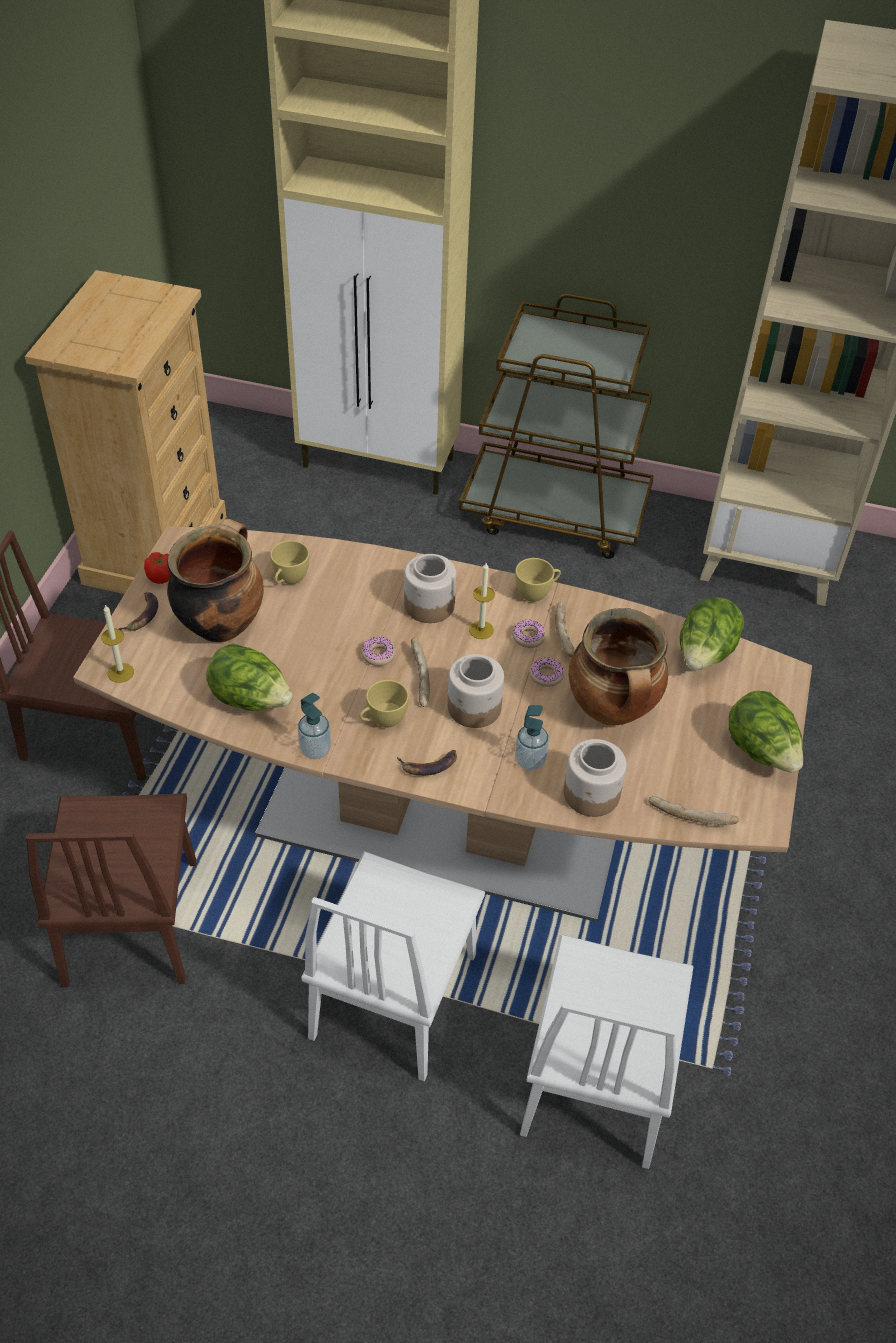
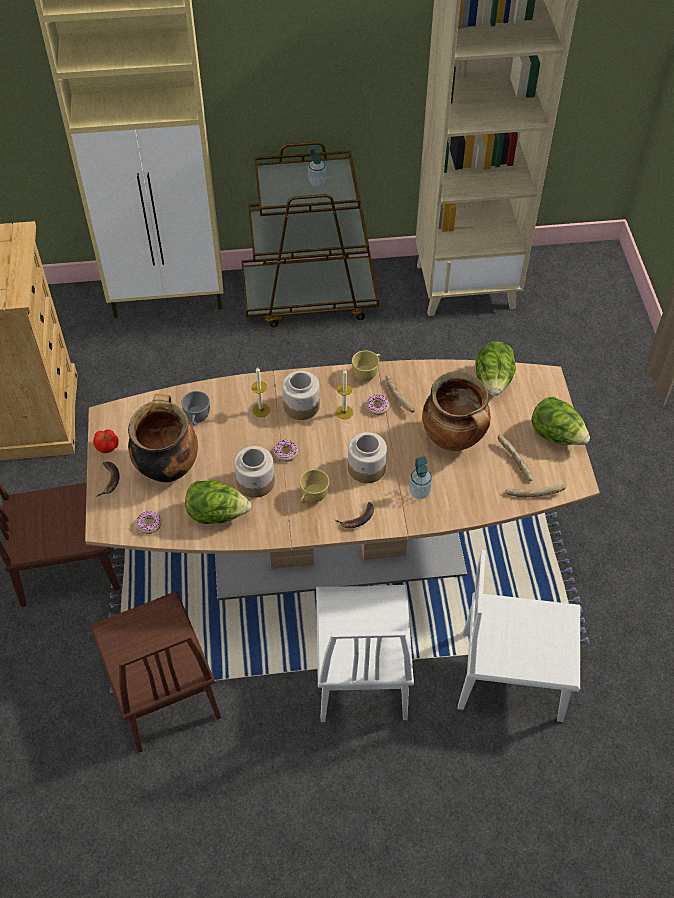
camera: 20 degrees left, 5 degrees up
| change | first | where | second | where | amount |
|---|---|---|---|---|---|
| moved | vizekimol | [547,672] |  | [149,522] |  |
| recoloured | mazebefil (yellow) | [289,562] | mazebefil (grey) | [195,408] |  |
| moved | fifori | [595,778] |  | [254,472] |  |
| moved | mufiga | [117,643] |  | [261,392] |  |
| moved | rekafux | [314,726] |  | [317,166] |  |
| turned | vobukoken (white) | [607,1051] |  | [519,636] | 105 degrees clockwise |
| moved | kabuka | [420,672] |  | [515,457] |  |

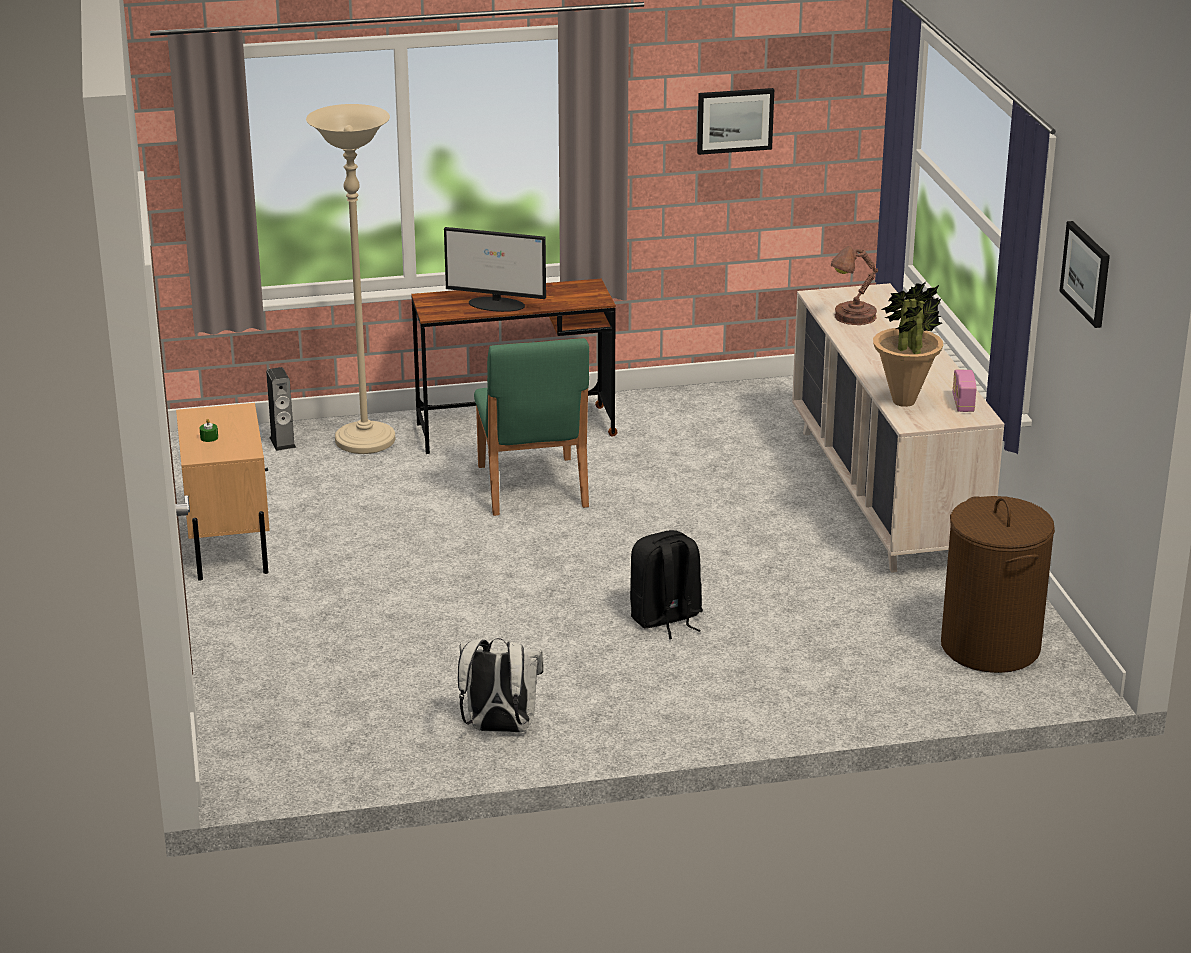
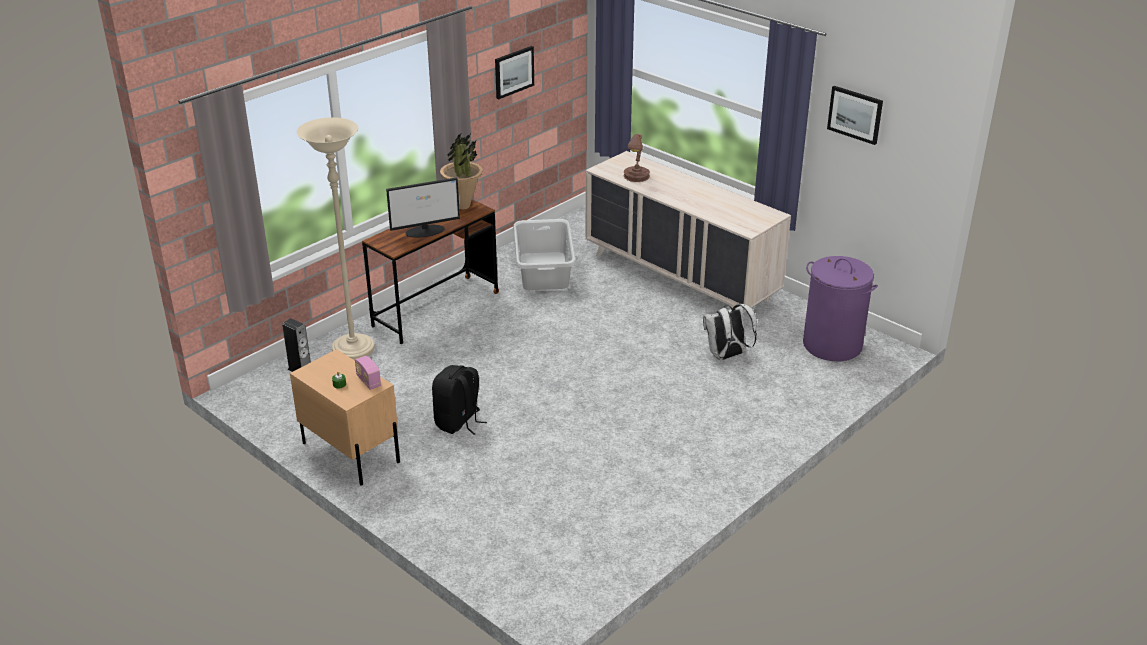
camera: 35 degrees left, 5 degrees up
| change | first | where | second | where | amount |
|---|---|---|---|---|---|
| moved | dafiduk | [965,391] |  | [368,373] |  |
| moved | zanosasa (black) | [666,584] |  | [459,400] |  |
| moved | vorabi | [908,344] |  | [461,170] |  |
| added |  |  | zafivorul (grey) | [544,254] |  |
| moved | zanosasa (white) | [500,685] |  | [730,332] |  |
| recoloured | zafivorul (brown) | [998,584] | zafivorul (purple) | [840,308] |  |
| removed | vobukoken (green) | [531,427] |  |  |  |

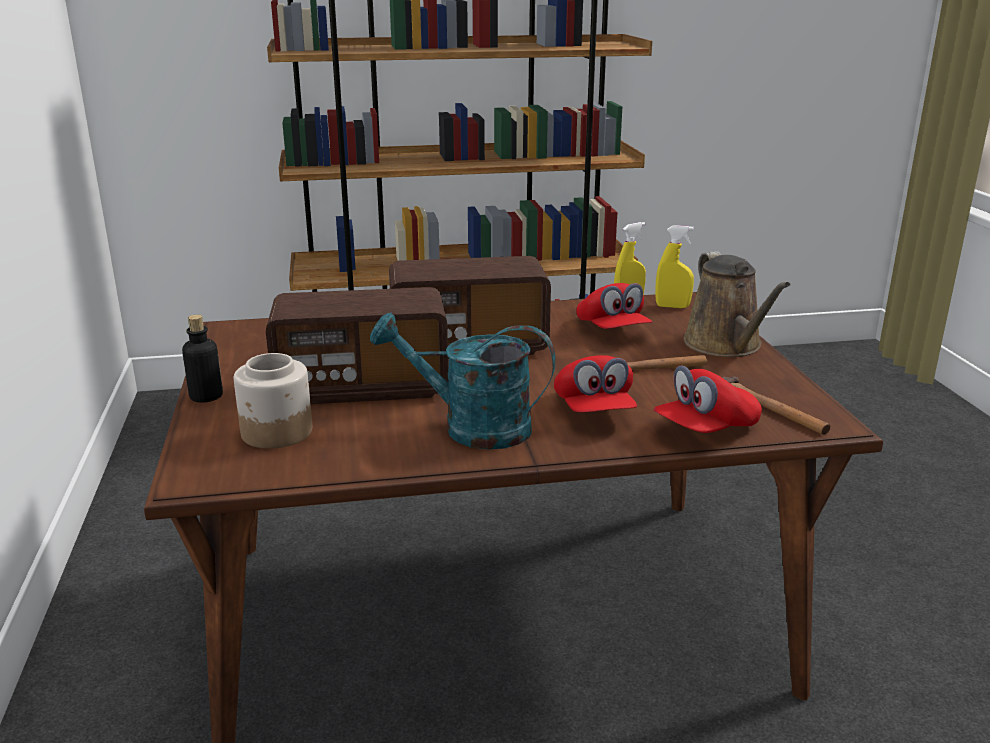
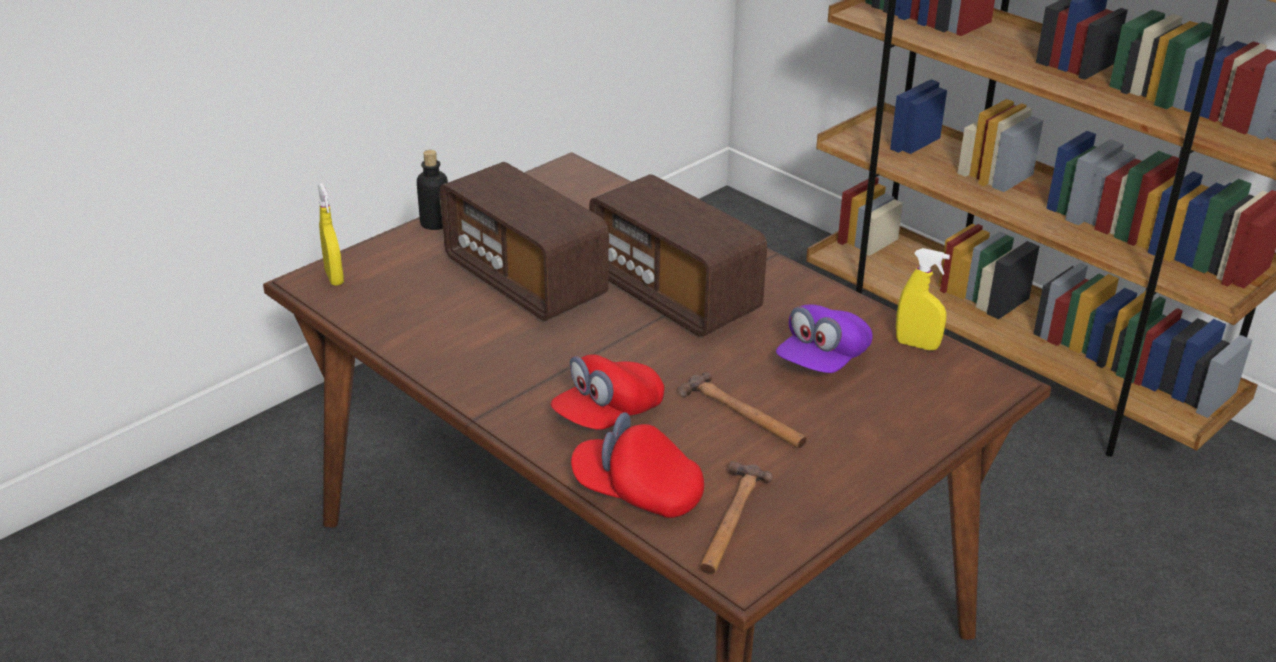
camera: 55 degrees right, 10 degrees up
| change | first | where | second | where | amount |
|---|---|---|---|---|---|
| moved | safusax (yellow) | [674,266] |  | [330,234] |  |
| recoloured | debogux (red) | [614,306] | debogux (purple) | [824,338] |  |
| removed | fifori | [273,401] |  |  |  |
| removed | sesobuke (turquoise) | [463,381] |  |  |  |
| removed | sesobuke (brown) | [737,304] |  |  |  |

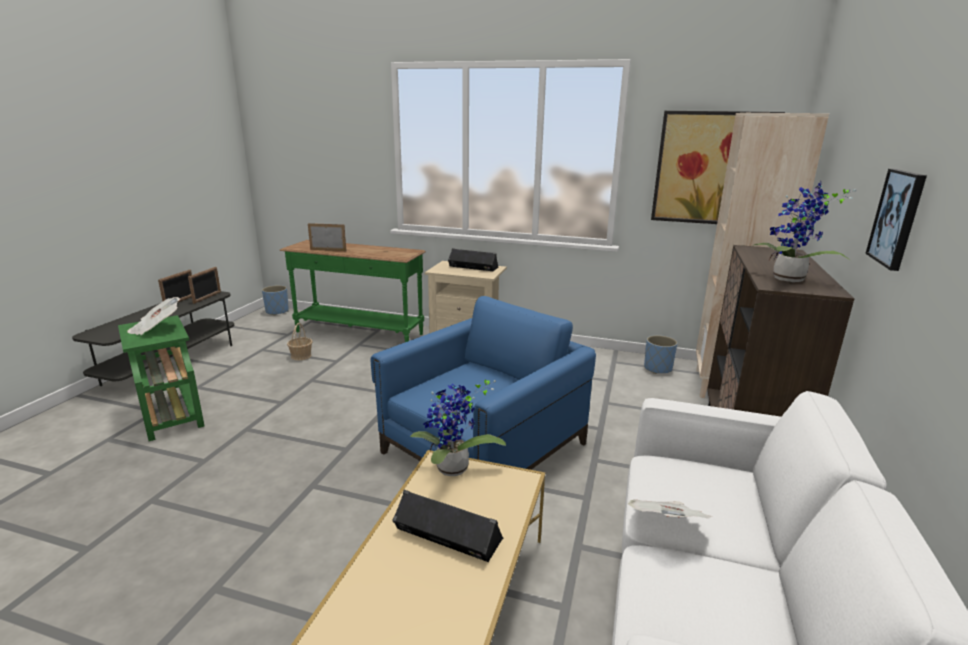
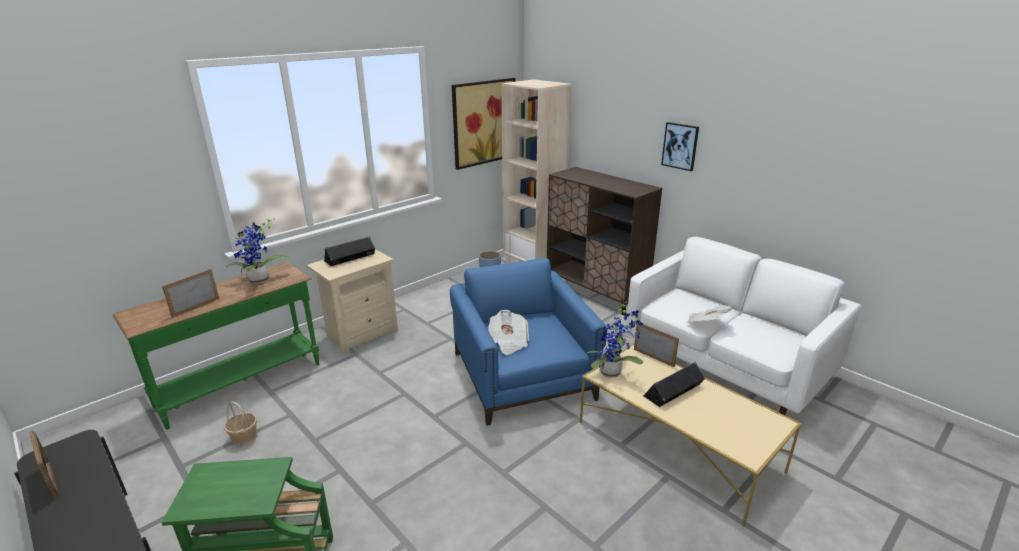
camera: 60 degrees left, 5 degrees up
| change | first | where | second | where | amount |
|---|---|---|---|---|---|
| moved | vorabi | [804,232] |  | [258,251] |  |
| moved | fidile | [153,316] |  | [508,332] |  |
| moved | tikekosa | [204,285] |  | [656,345] |  |
| removed | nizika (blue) | [275,300] |  |  |  |

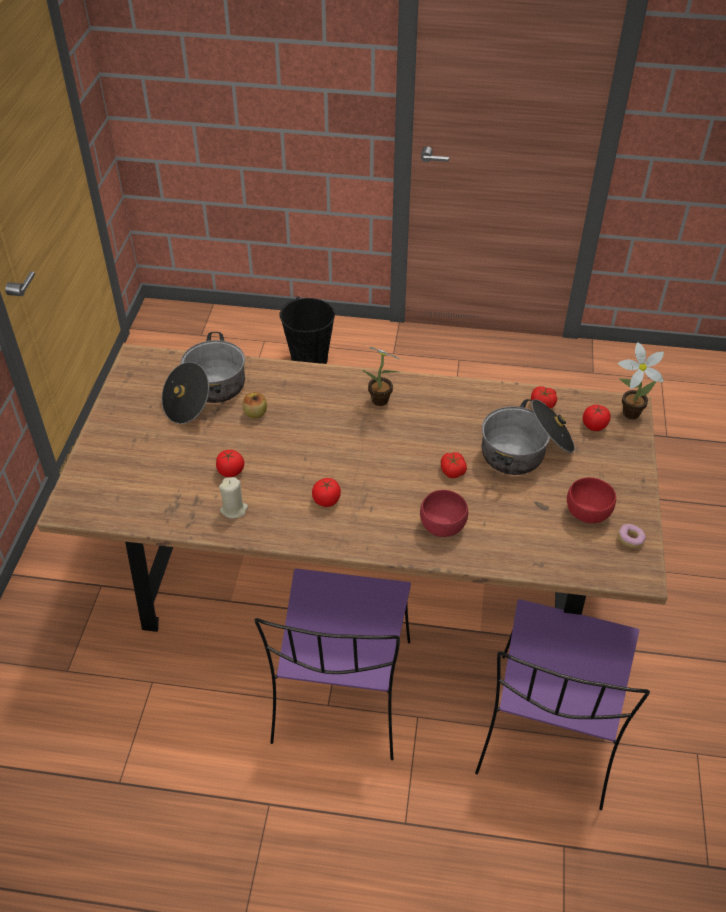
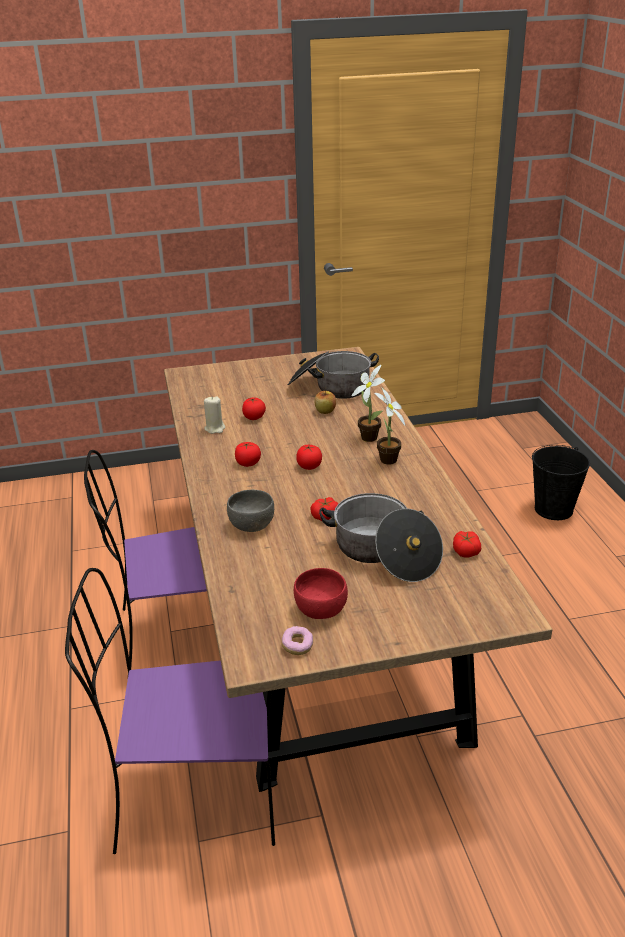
camera: 70 degrees right, 15 degrees down
| change | first | where | second | where | amount |
|---|---|---|---|---|---|
| recoloured | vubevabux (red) | [444,513] | vubevabux (grey) | [250,511] |  |
| moved | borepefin | [597,418] |  | [309,457] |  |
| moved | vorabi | [641,380] |  | [368,403] |  |

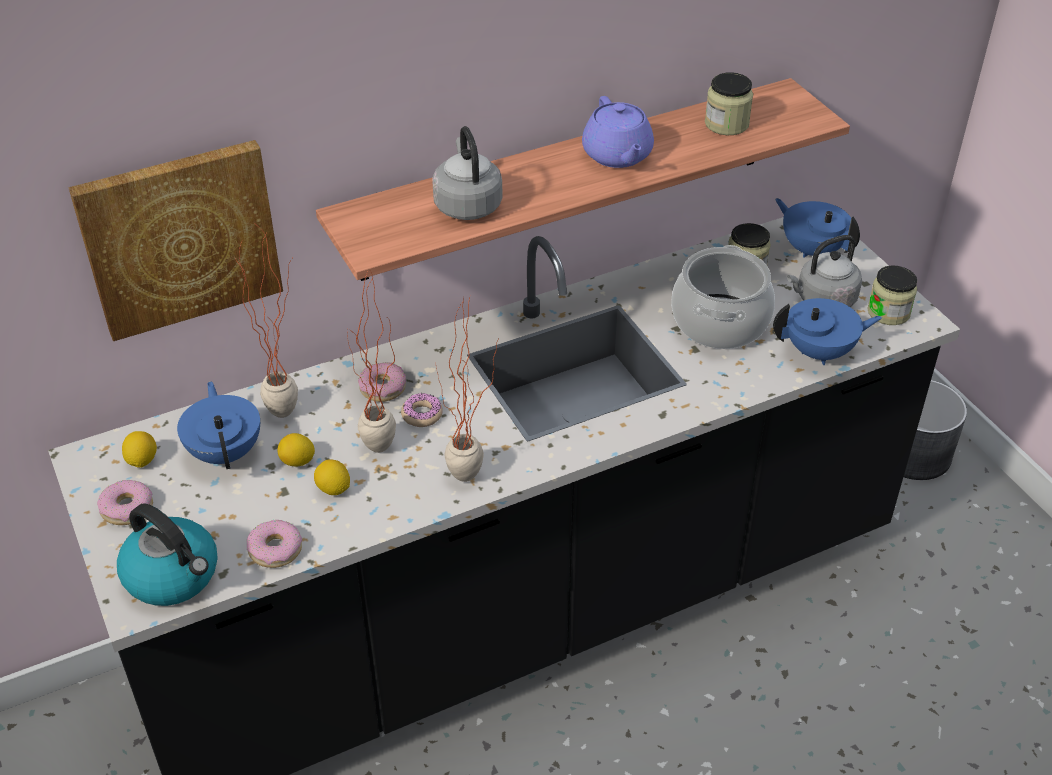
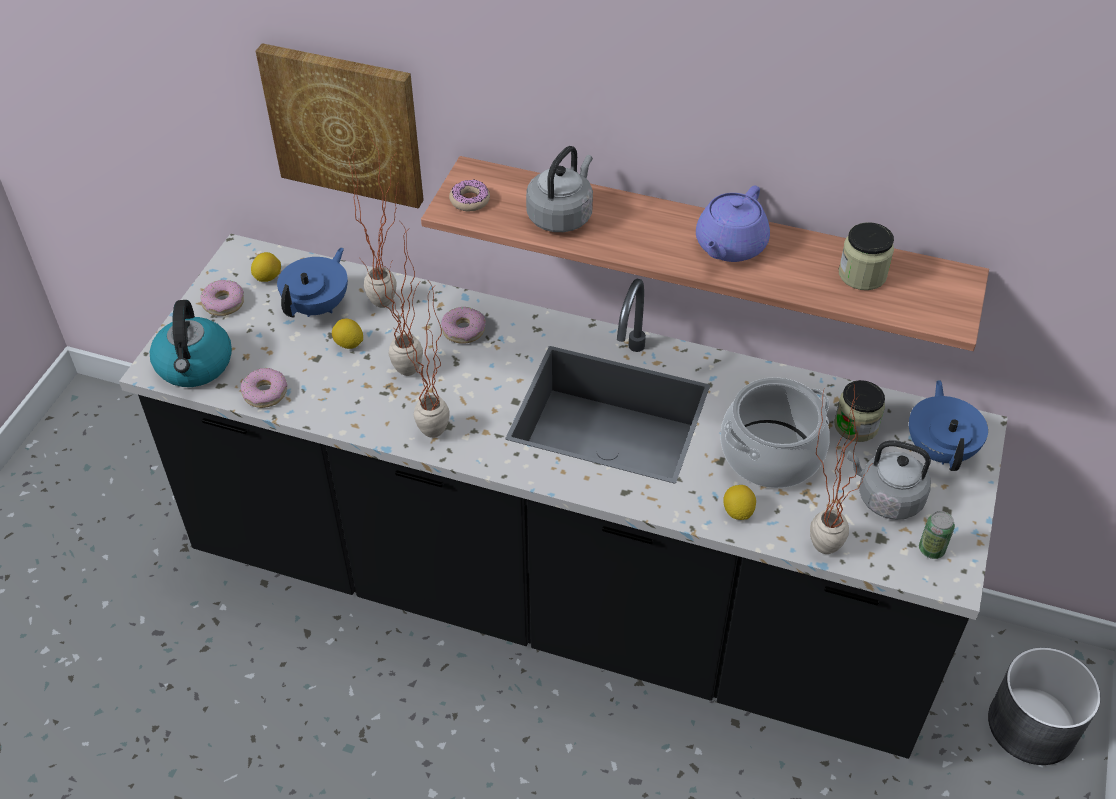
camera: 45 degrees right, 5 degrees up
| change | first | where | second | where | amount |
|---|---|---|---|---|---|
| moved | vizekimol | [422,410] |  | [469,195] |  |
| moved | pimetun | [332,477] |  | [739,502] |  |
| replaced | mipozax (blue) | [827,331] | vorabi | [840,469] |  |
| replaced | fifori | [892,295] | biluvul | [937,535] |  |

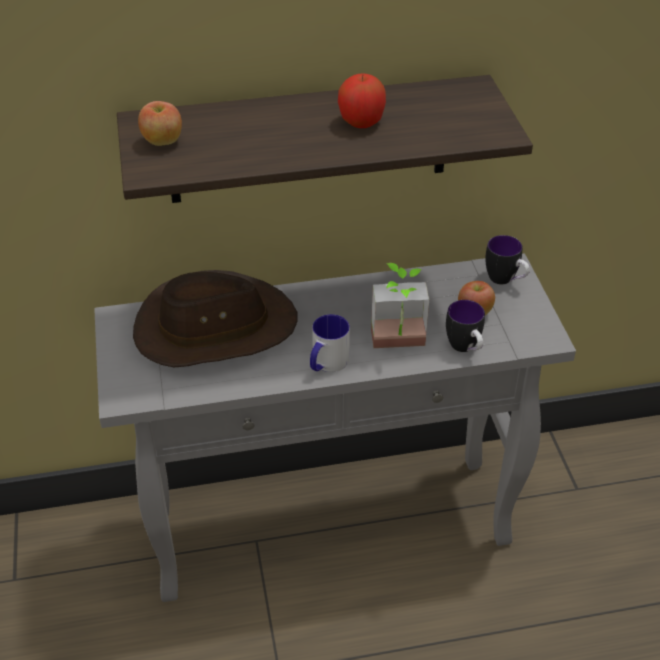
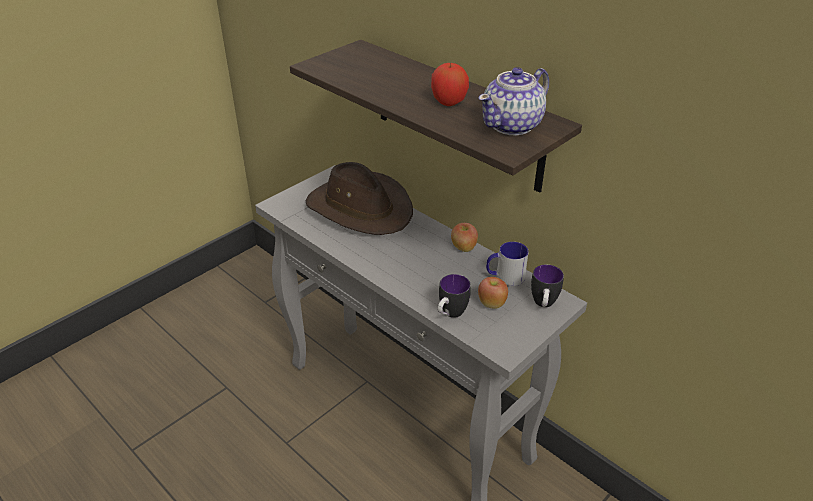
camera: 55 degrees right, 5 degrees down
| change | first | where | second | where | amount |
|---|---|---|---|---|---|
| moved | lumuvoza | [160,123] |  | [464,237] |  |
| added |  |  | mipozax | [514,101] |  |
| moved | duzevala | [330,343] |  | [507,264] |  |
| removed | vorabi | [400,305] |  |  |  |

